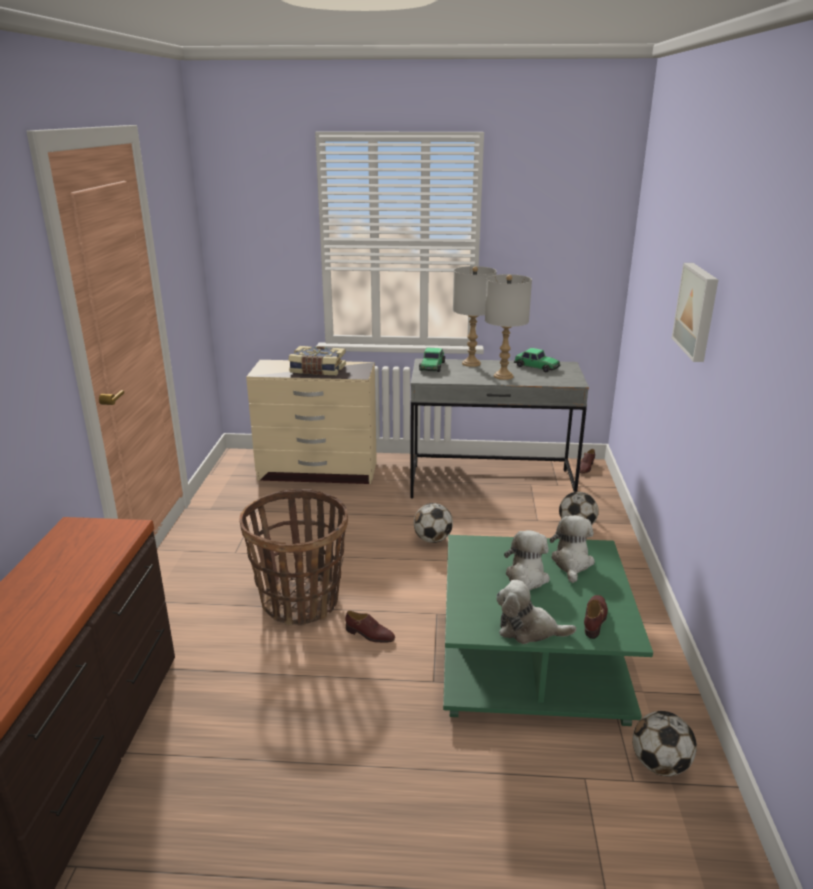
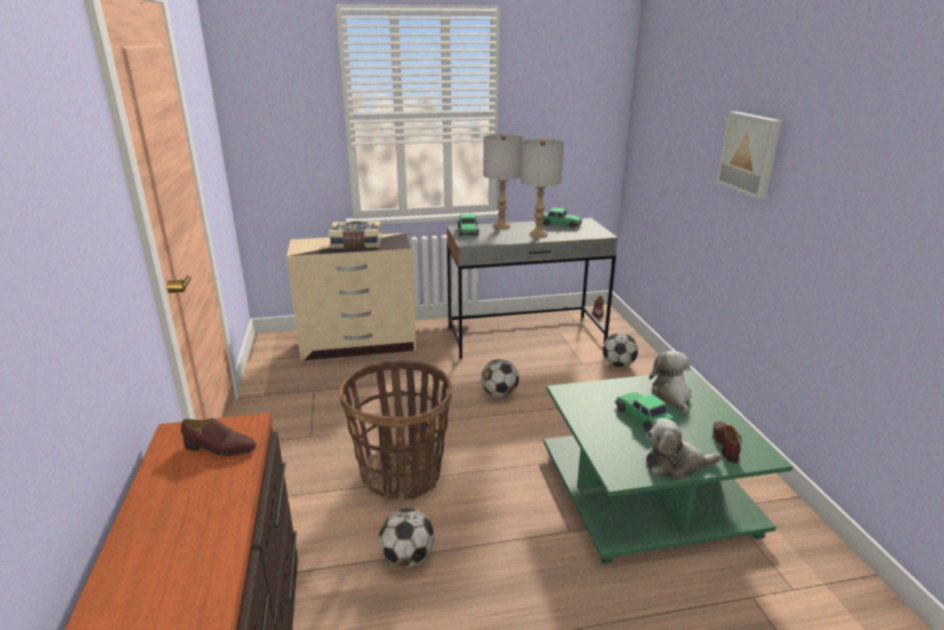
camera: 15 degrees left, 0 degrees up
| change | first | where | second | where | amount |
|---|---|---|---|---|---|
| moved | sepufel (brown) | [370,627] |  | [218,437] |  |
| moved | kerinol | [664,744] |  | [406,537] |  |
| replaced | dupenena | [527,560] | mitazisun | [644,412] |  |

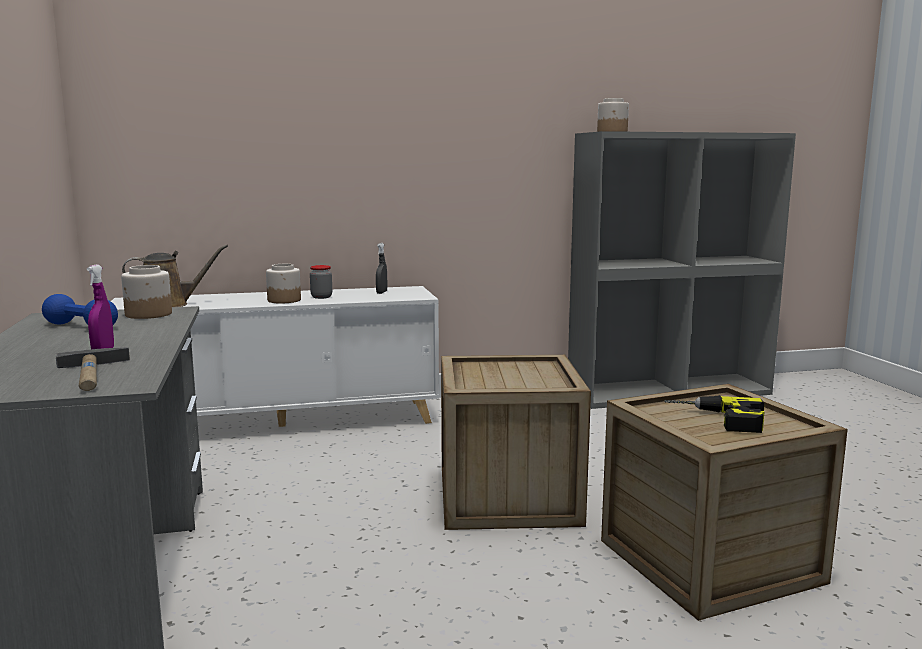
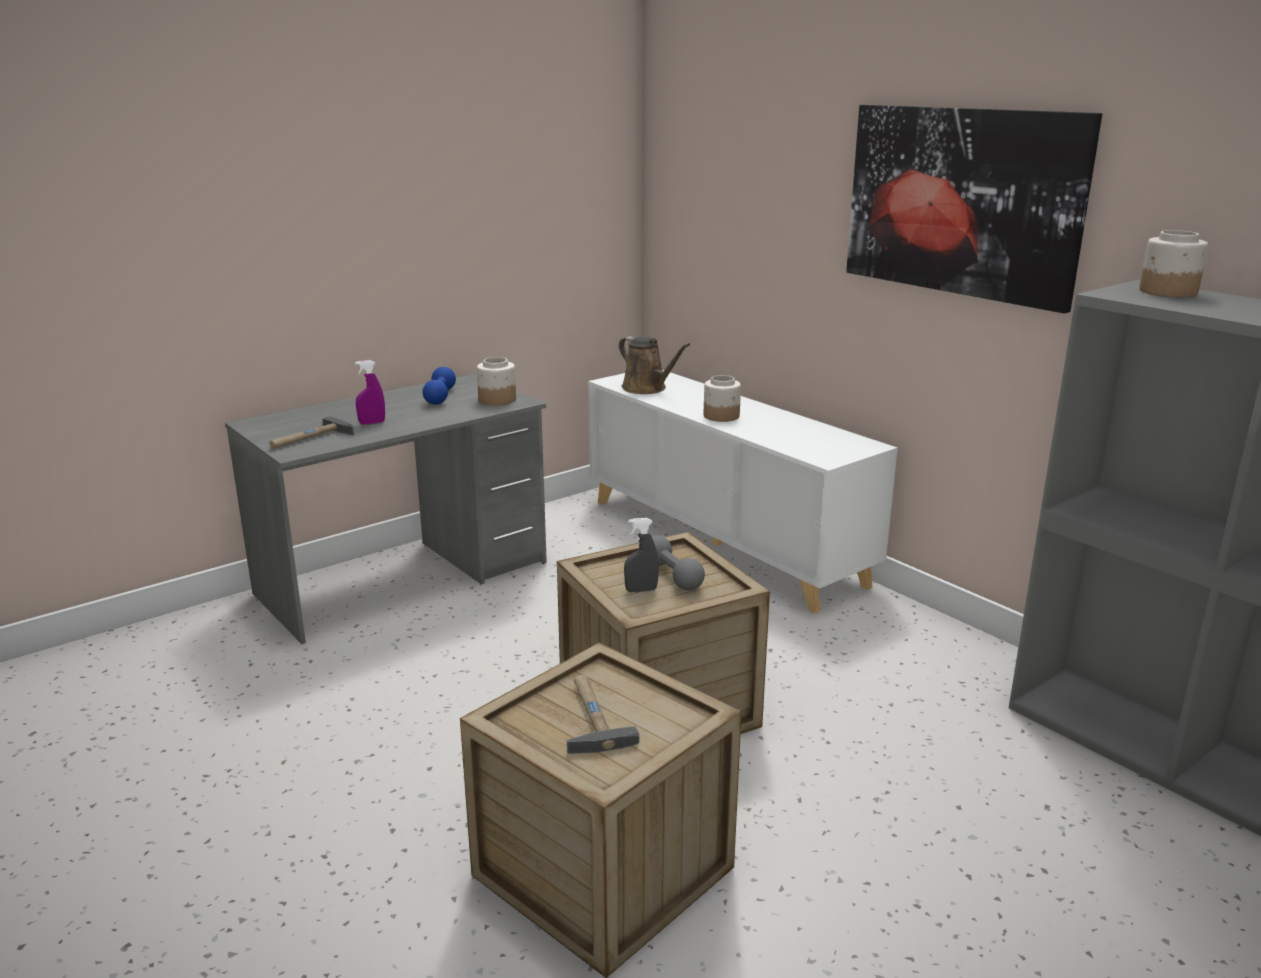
camera: 65 degrees right, 10 degrees up
| change | first | where | second | where | amount |
|---|---|---|---|---|---|
| replaced | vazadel | [714,414] | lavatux | [603,714] |  |
| moved | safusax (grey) | [381,268] |  | [641,555] |  |
| added |  |  | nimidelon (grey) | [678,563] |  |
| added |  |  | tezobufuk | [974,209] |  |
| removed | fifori | [321,282] |  |  |  |

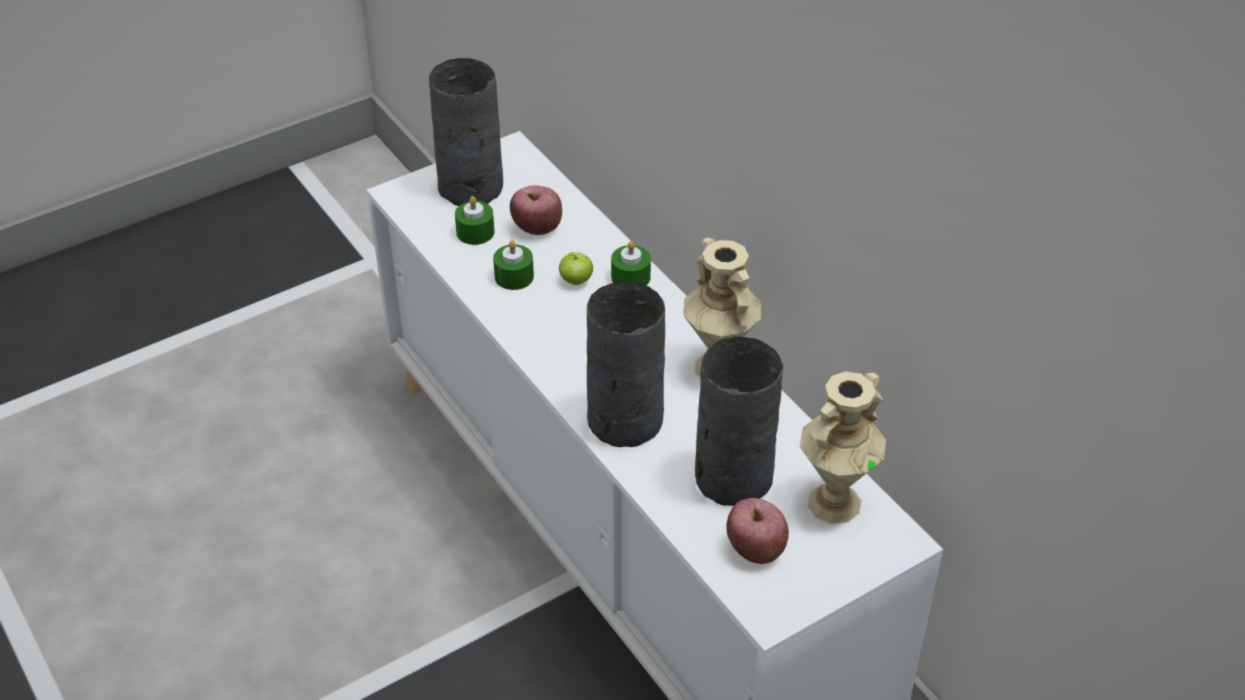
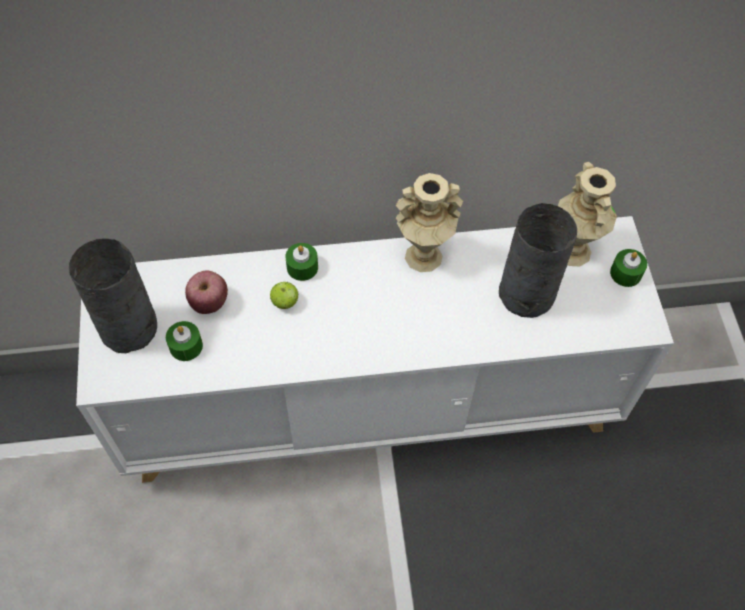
camera: 65 degrees left, 15 degrees up
| change | first | where | second | where | amount |
|---|---|---|---|---|---|
| moved | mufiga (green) | [513,265] |  | [628,268] |  |
| removed | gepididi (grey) | [626,364] |  |  |  |
| removed | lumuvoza | [757,531] |  |  |  |

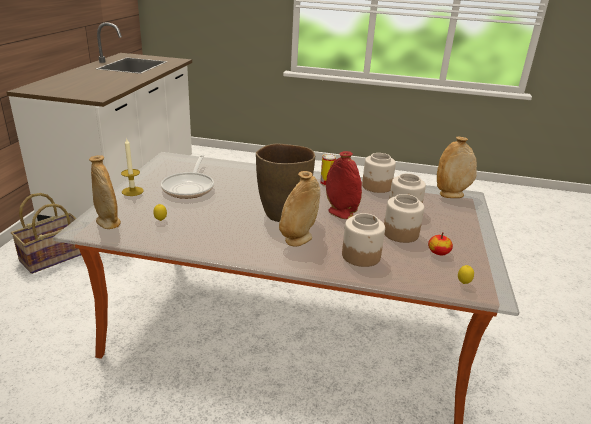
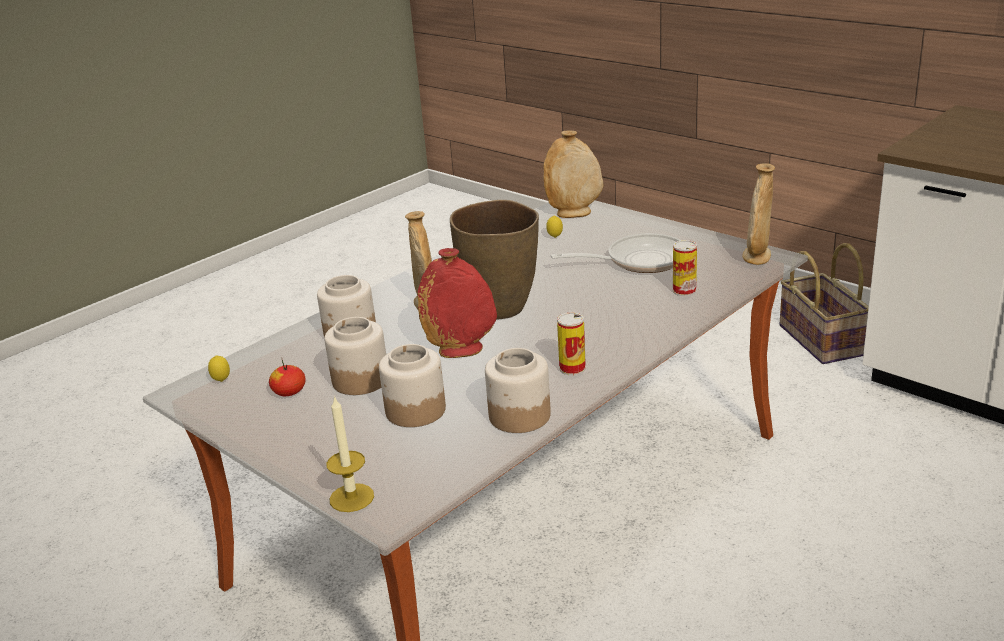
camera: 125 degrees right, 0 degrees up
| change | first | where | second | where | amount |
|---|---|---|---|---|---|
| moved | mufiga | [132,166] |  | [350,453] |  |
| turned | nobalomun | [187,176] |  | [616,253] | 135 degrees clockwise |
| added |  |  | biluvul | [685,268] |  |
| moved | gepididi (beige) | [457,167] |  | [758,214] |  |

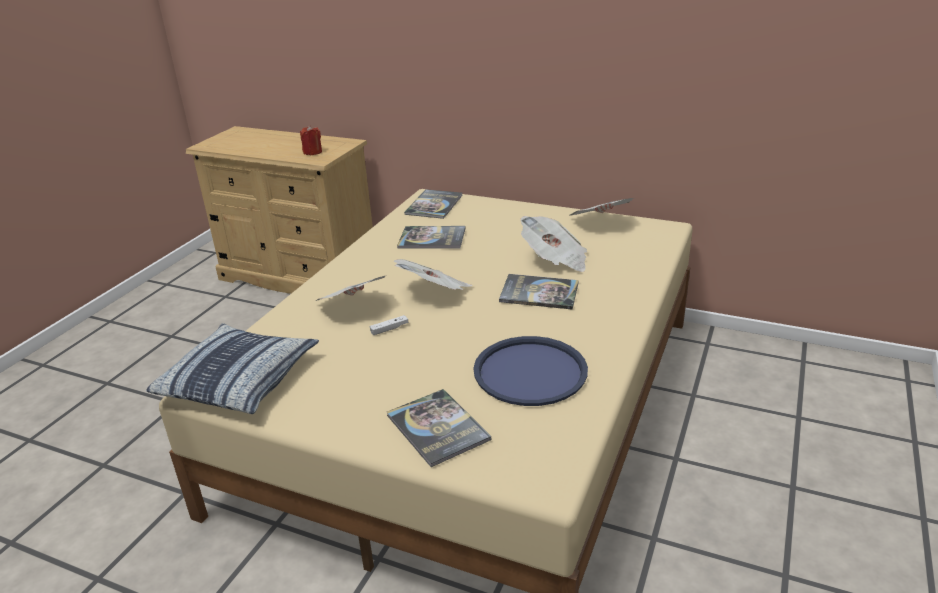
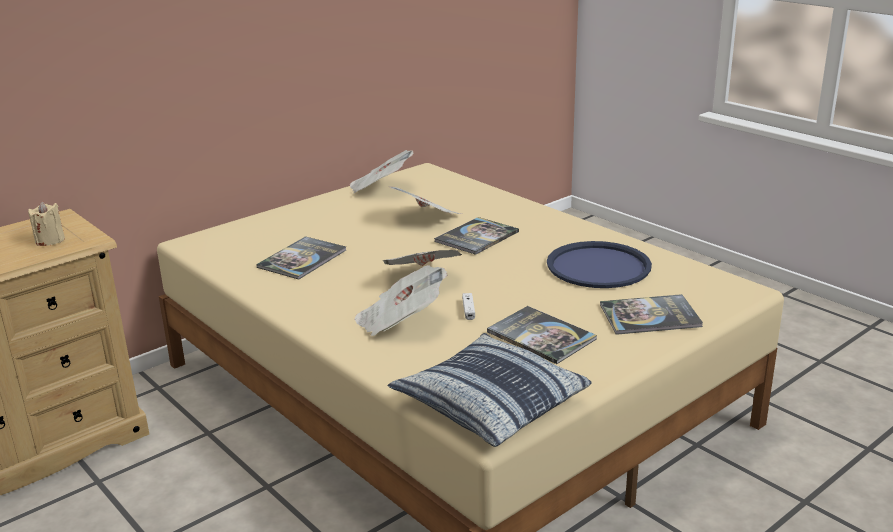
camera: 65 degrees left, 5 degrees down
| change | first | where | second | where | amount |
|---|---|---|---|---|---|
| recoloured | mufiga (red) | [311,140] | mufiga (beige) | [46,223] |  |
| moved | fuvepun | [433,204] |  | [542,335] |  |

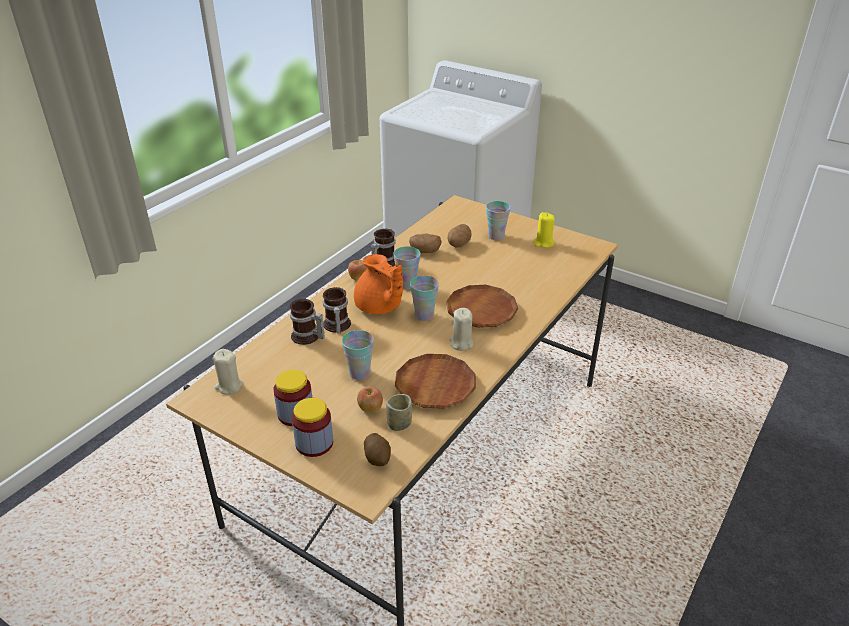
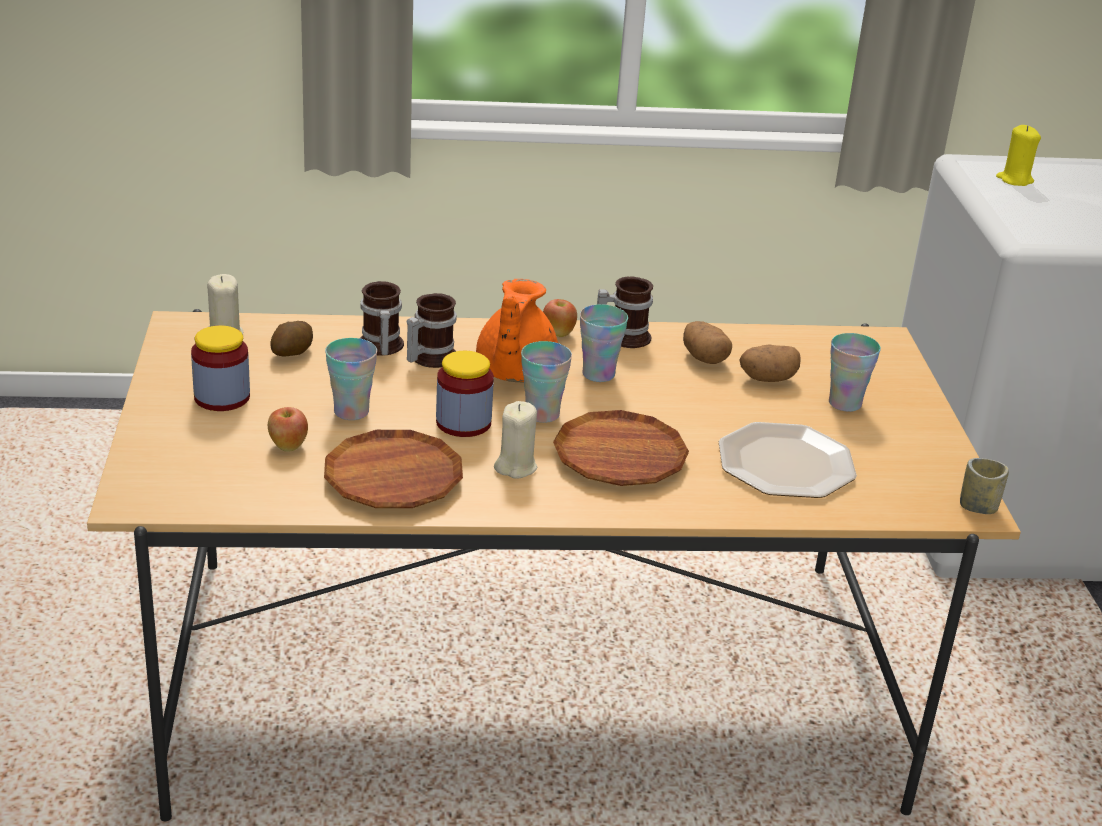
camera: 50 degrees right, 5 degrees down
| change | first | where | second | where | amount |
|---|---|---|---|---|---|
| moved | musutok | [377,449] |  | [291,338] |  |
| moved | fifori | [312,427] |  | [465,394] |  |
| added |  |  | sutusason | [788,460] |  |
| moved | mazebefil | [399,412] |  | [984,486] |  |
| moved | mufiga (yellow) | [544,230] |  | [1018,155] |  |

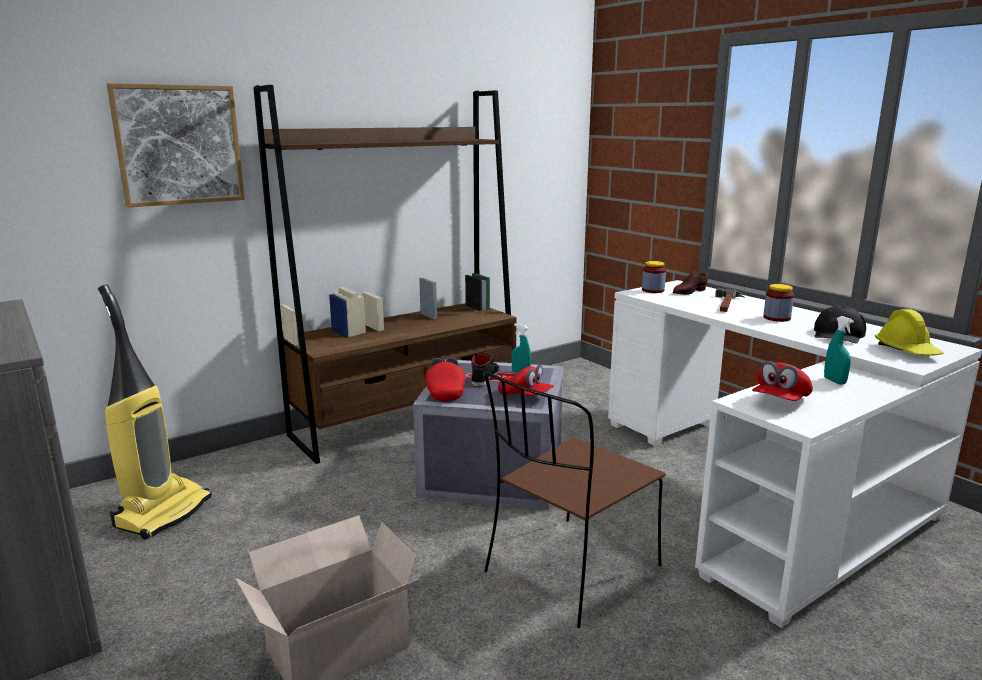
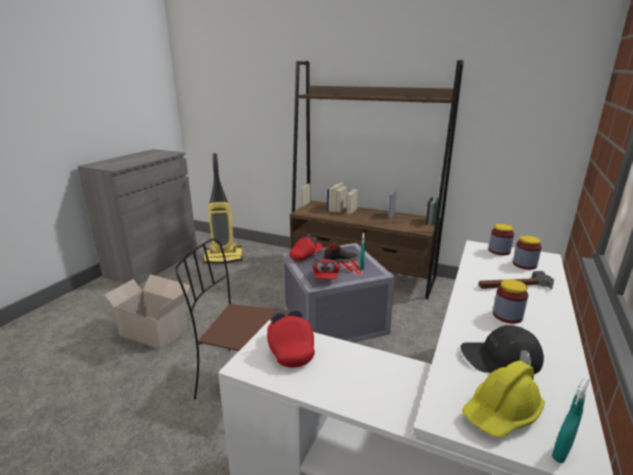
camera: 60 degrees right, 5 degrees up
| change | first | where | second | where | amount |
|---|---|---|---|---|---|
| turned | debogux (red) | [782,381] |  | [291,338] | 60 degrees clockwise |
| replaced | sepufel (brown) | [690,283] | fifori | [527,252] |  |
| moved | safusax (turquoise) | [839,350] |  | [571,420] |  |
| removed | tezobufuk | [176,145] |  |  |  |

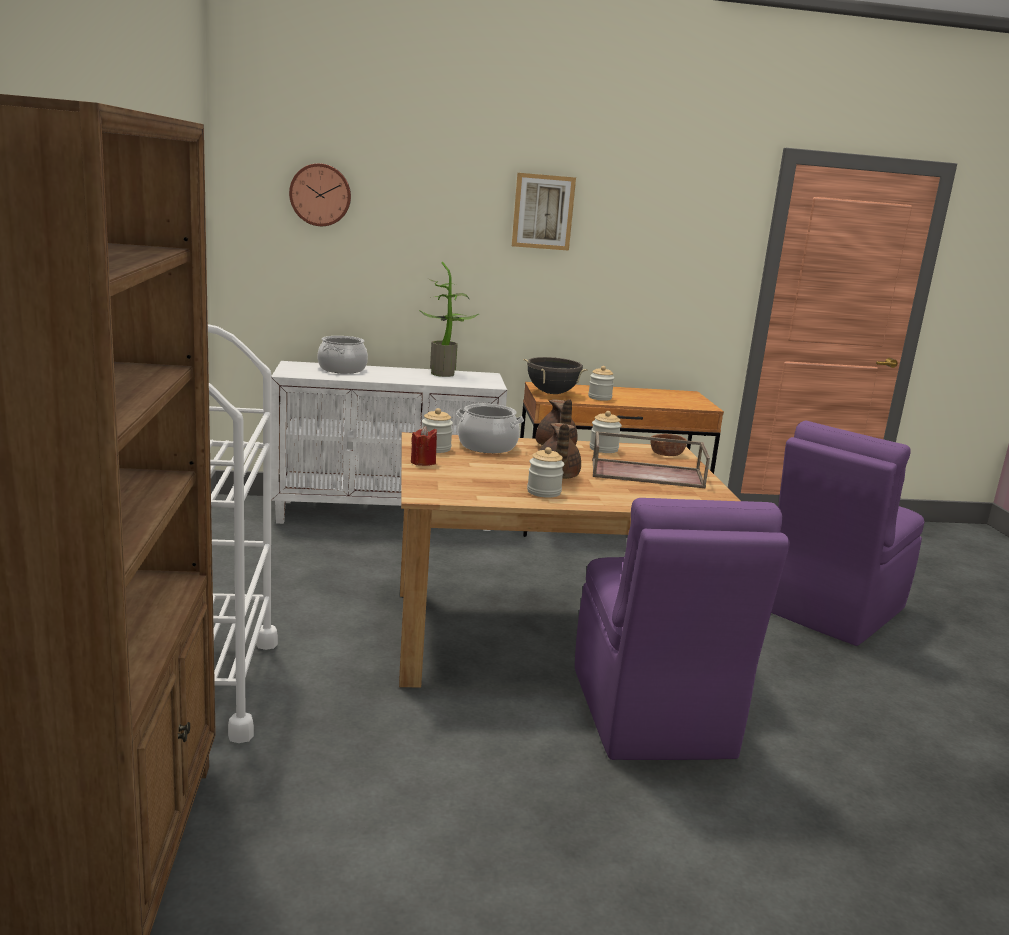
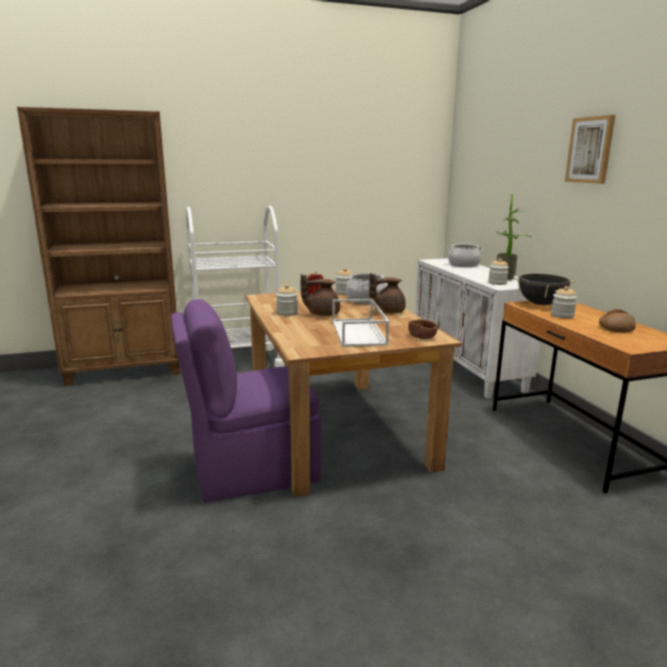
camera: 80 degrees right, 0 degrees up
| change | first | where | second | where | amount |
|---|---|---|---|---|---|
| recoloured | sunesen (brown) | [651,460] | sunesen (white) | [360,323] |  |
| moved | fifori | [606,432] |  | [498,271] |  |
| added |  |  | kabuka | [617,320] |  |
| removed | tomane | [320,194] |  |  |  |
| removed | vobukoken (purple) | [847,533] |  |  |  |

